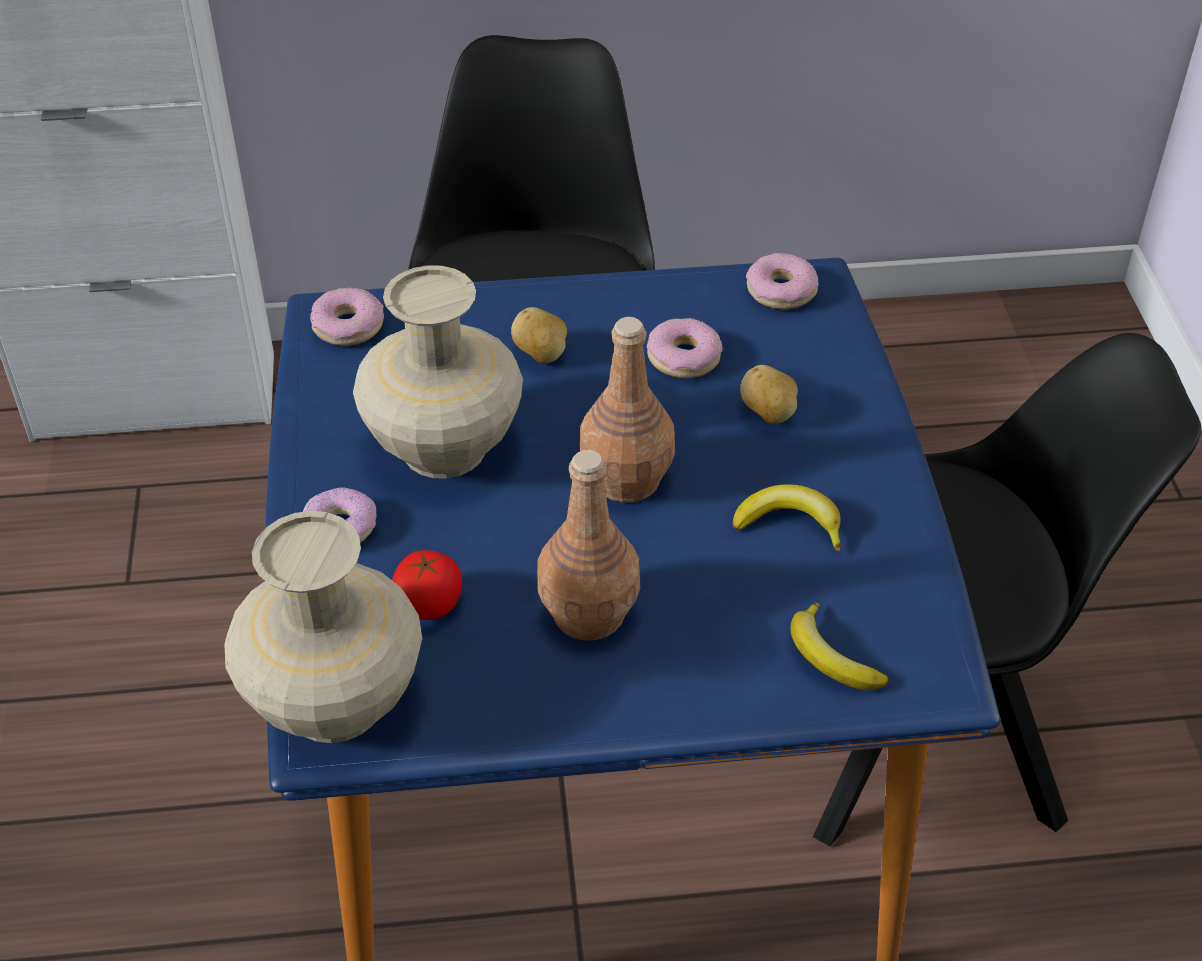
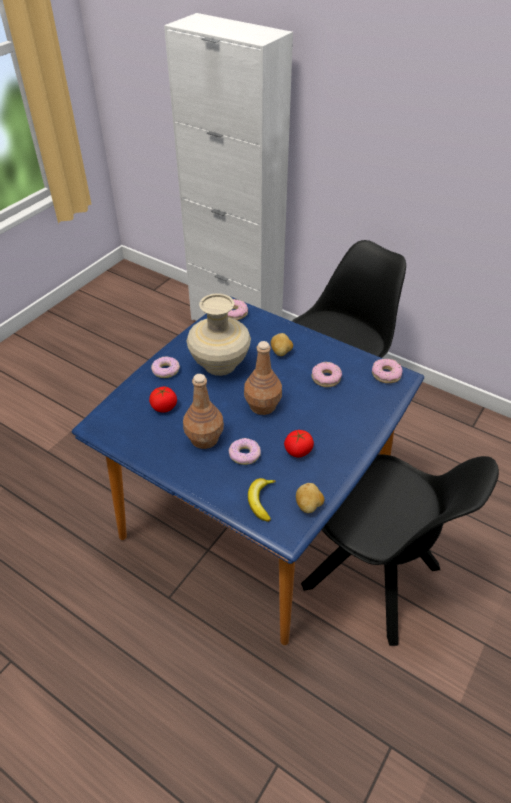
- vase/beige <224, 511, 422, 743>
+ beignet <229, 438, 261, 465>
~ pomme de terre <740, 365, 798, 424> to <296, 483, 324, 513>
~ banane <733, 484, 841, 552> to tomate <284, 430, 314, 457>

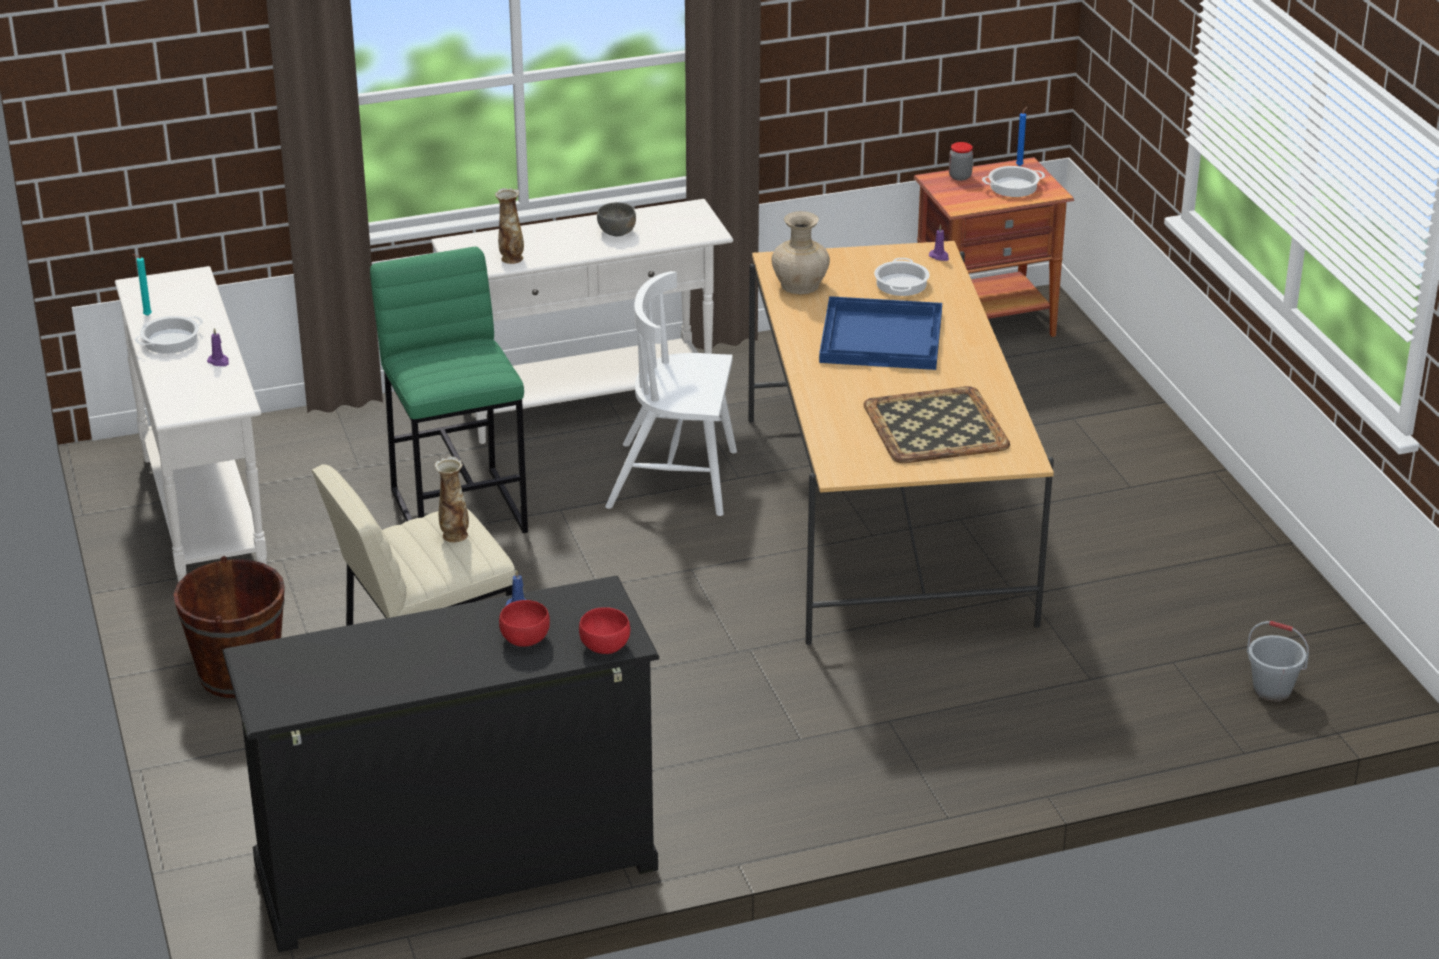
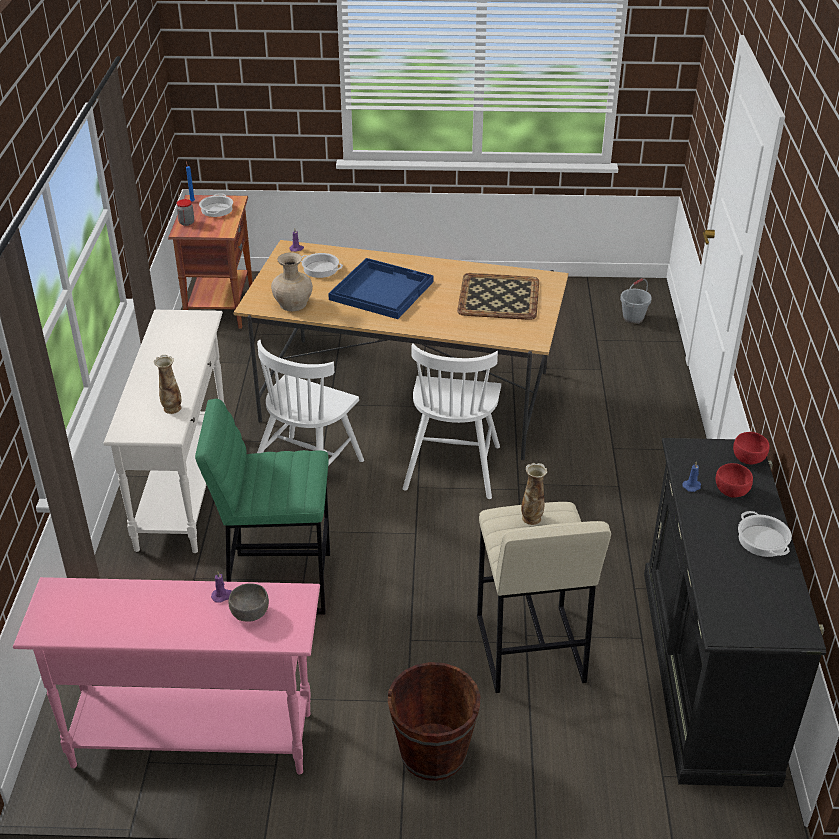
- bougie/turquoise <132, 254, 152, 316>
+ chaise/blanc <403, 343, 501, 499>
~ marmite <135, 316, 203, 354> to <738, 511, 792, 557>
~ bol/gris <597, 202, 636, 237> to <228, 583, 269, 622>
~ table console/blanc <115, 266, 267, 583> to table console/rose <13, 577, 320, 775>

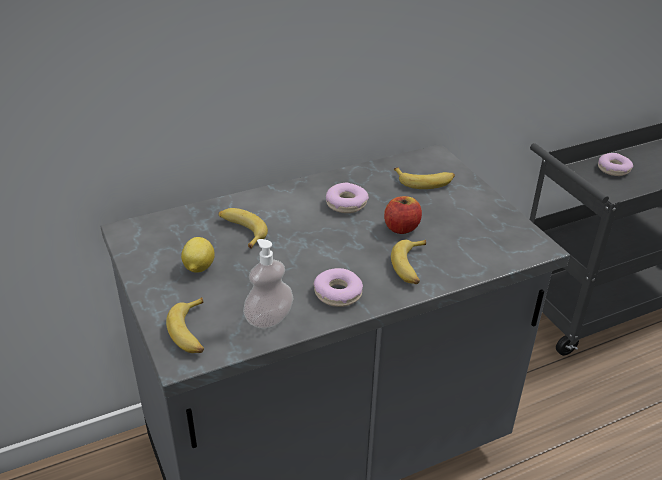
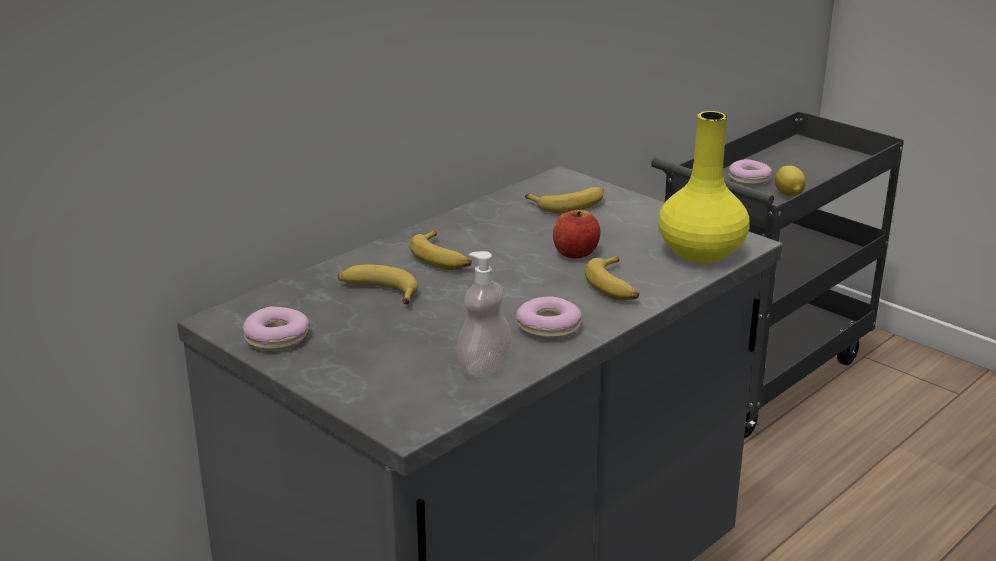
+ vase/jaune <658, 111, 749, 263>
~ banane <166, 297, 204, 353> to <410, 230, 472, 270>
~ citron <181, 237, 215, 273> to <775, 166, 806, 197>
~ beignet <326, 183, 369, 213> to <243, 307, 310, 351>

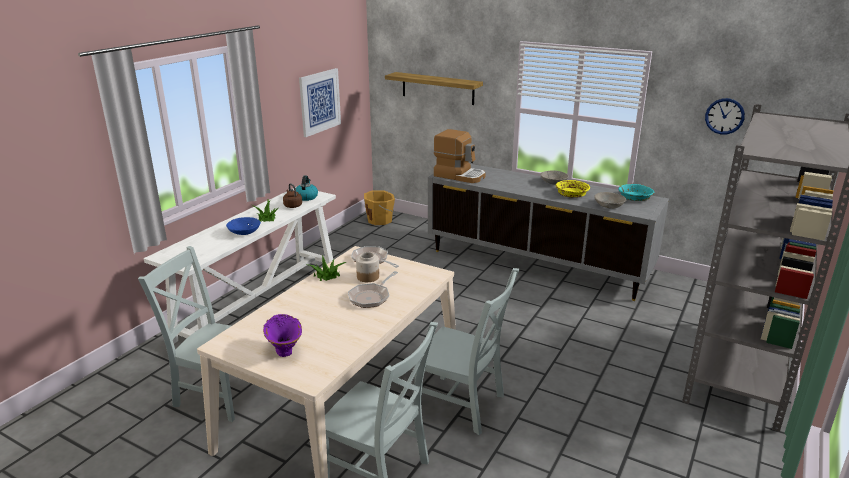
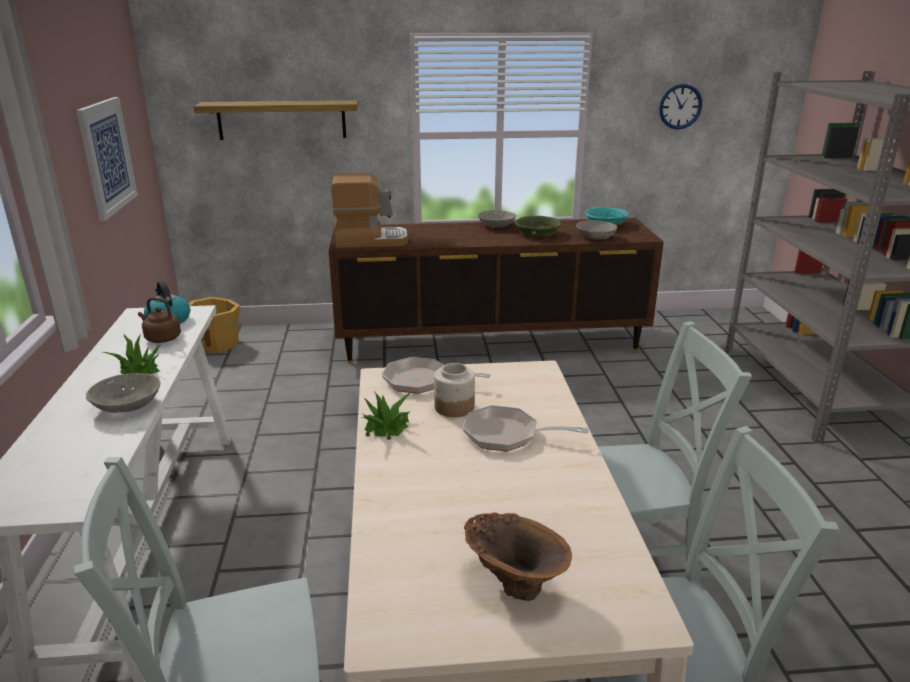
~ bol/bleu <226, 217, 261, 235> to bol/gris <86, 373, 161, 413>
~ vase/violet <263, 314, 302, 357> to vase/marron <464, 512, 572, 601>
~ meuble de rangement/gris <428, 164, 669, 301> to meuble de rangement/marron <329, 218, 664, 364>
~ bol/jaune <556, 180, 590, 198> to bol/vert <515, 216, 561, 237>
~ poêle <348, 271, 398, 308> = <462, 405, 589, 451> 105 degrees clockwise

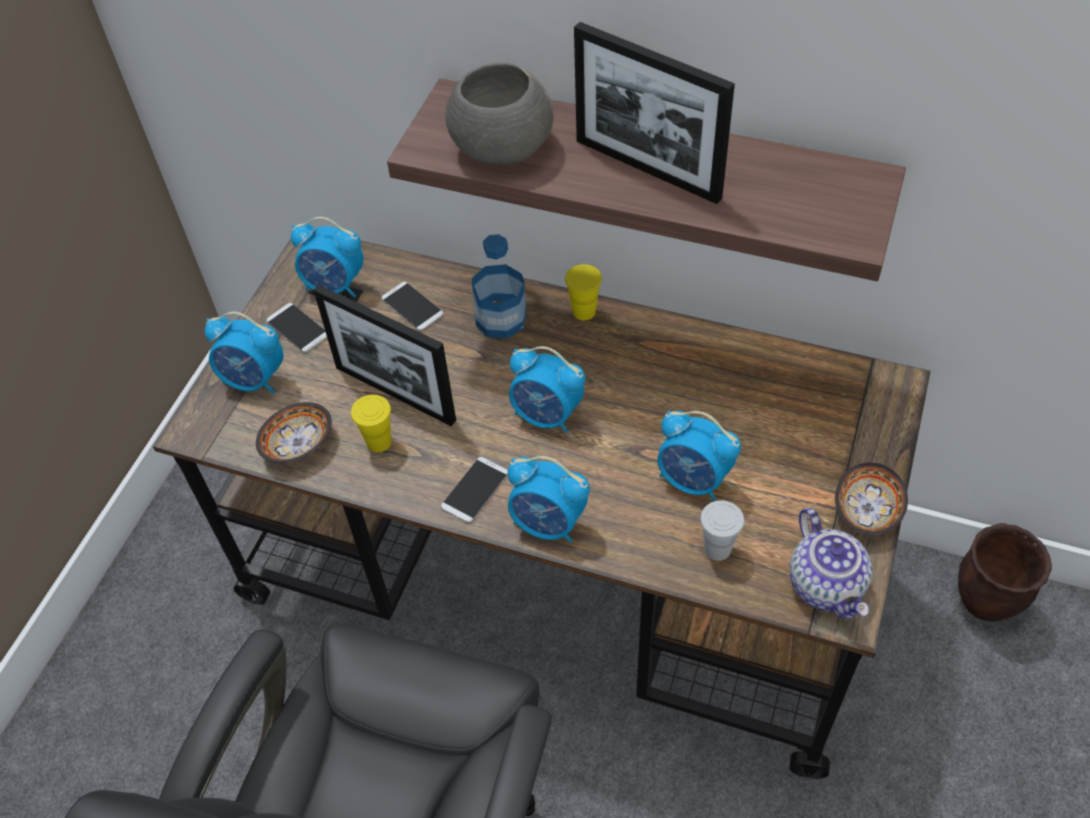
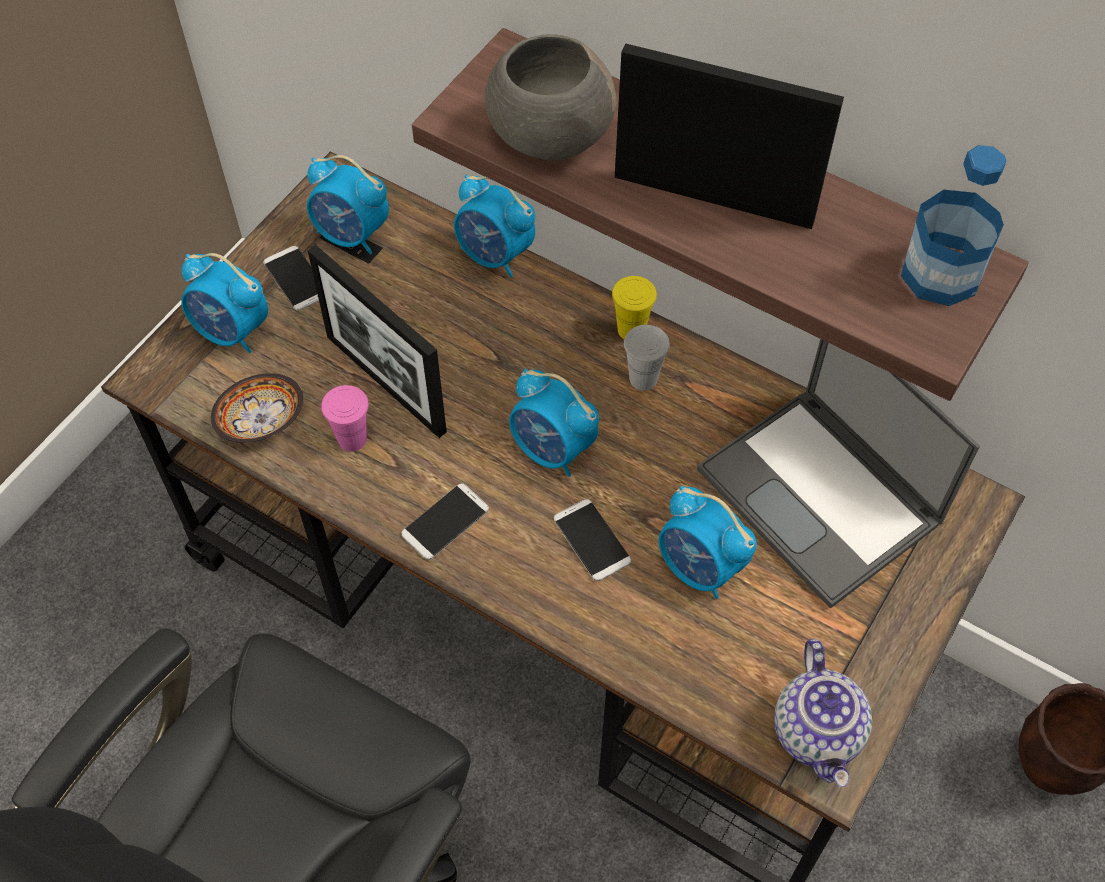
- bol <835, 463, 908, 535>
+ ordinateur portable <697, 339, 980, 609>
~ téléphone <381, 282, 444, 331> to <554, 499, 631, 581>
~ bouteille <472, 234, 526, 338> to <901, 145, 1007, 306>
~ réveil <508, 456, 590, 543> to <454, 175, 535, 277>
~ tasse/blanc <700, 500, 744, 561> to <624, 325, 670, 391>
~ tasse/jaune <351, 395, 391, 452> to tasse/rose <321, 385, 369, 452>
~ cadre photo <574, 22, 735, 204> = <615, 44, 844, 229> 150 degrees clockwise

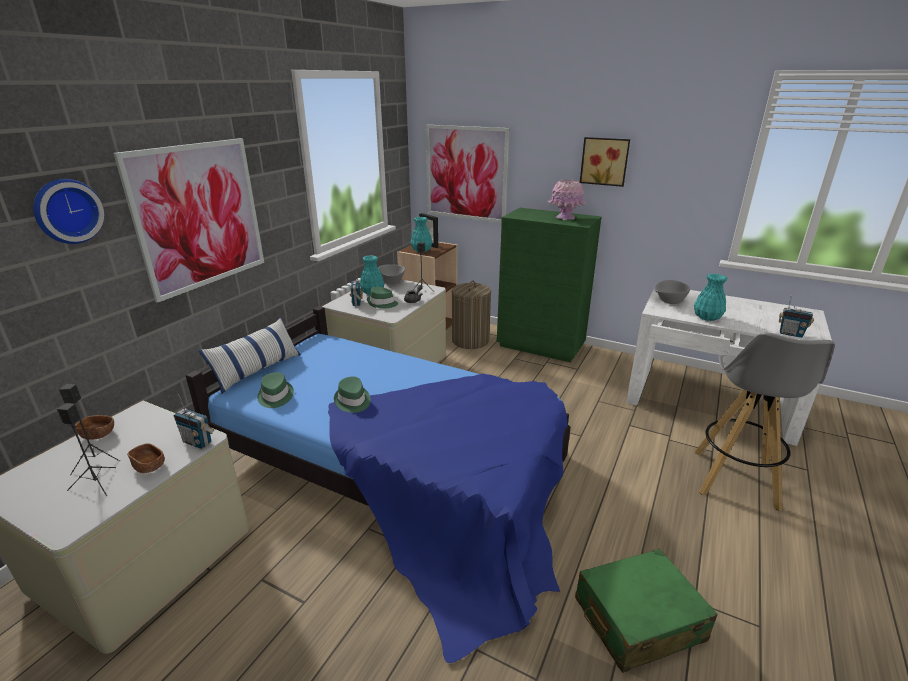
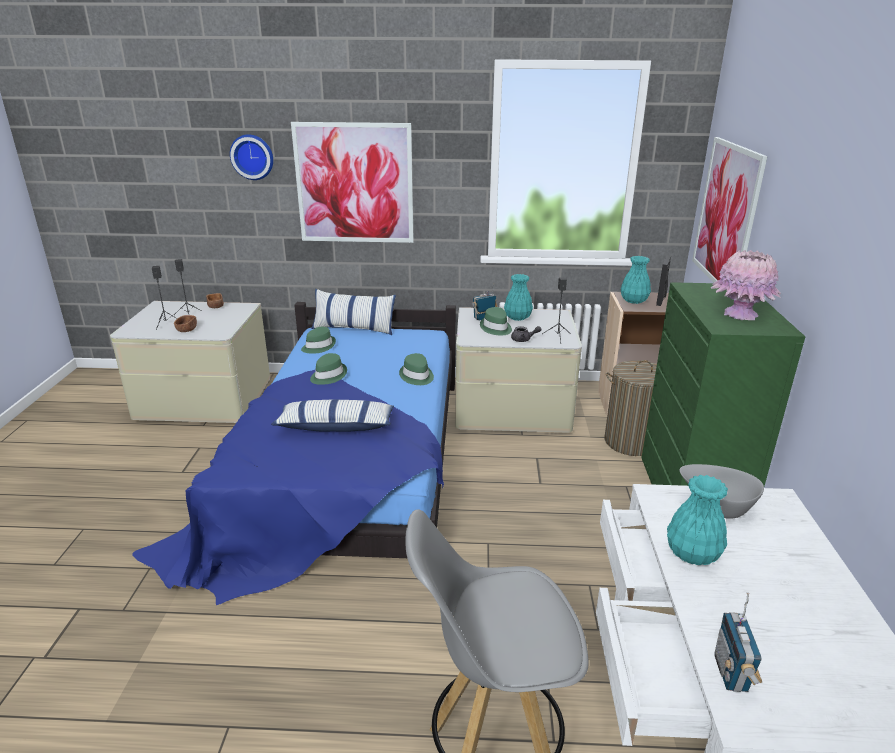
- radio <174, 394, 214, 449>
- bol/gris <378, 264, 405, 284>
- valise/vert <575, 548, 718, 673>
- tableau <580, 137, 630, 187>
+ coussin <271, 400, 394, 432>
+ chapeau/vert <399, 353, 434, 385>

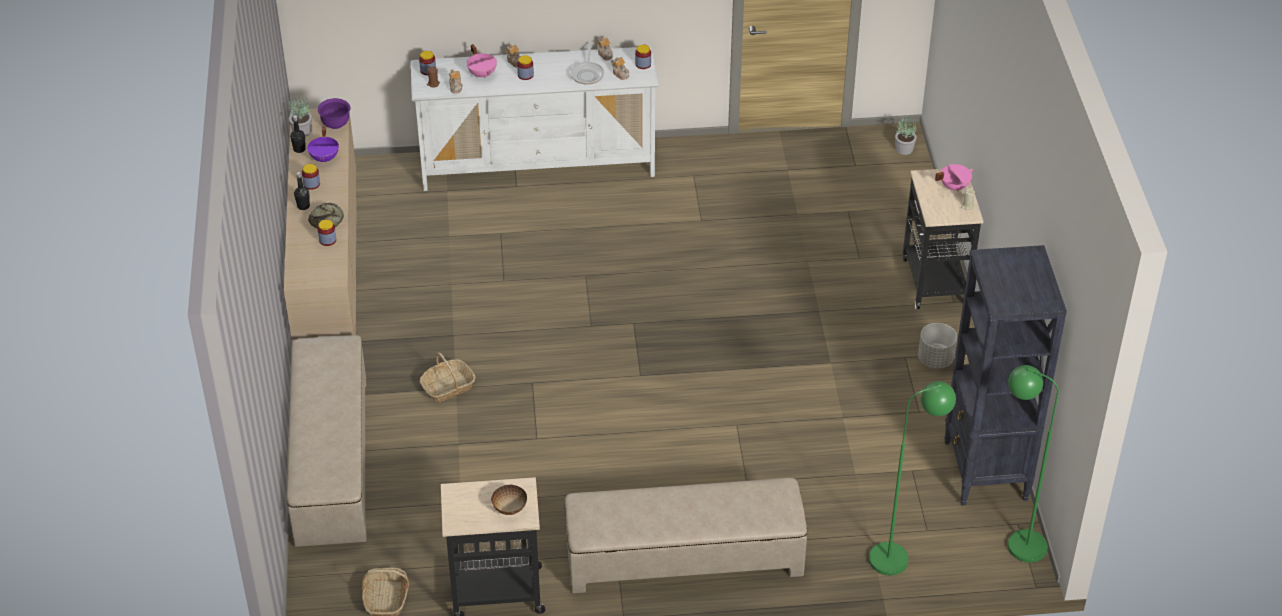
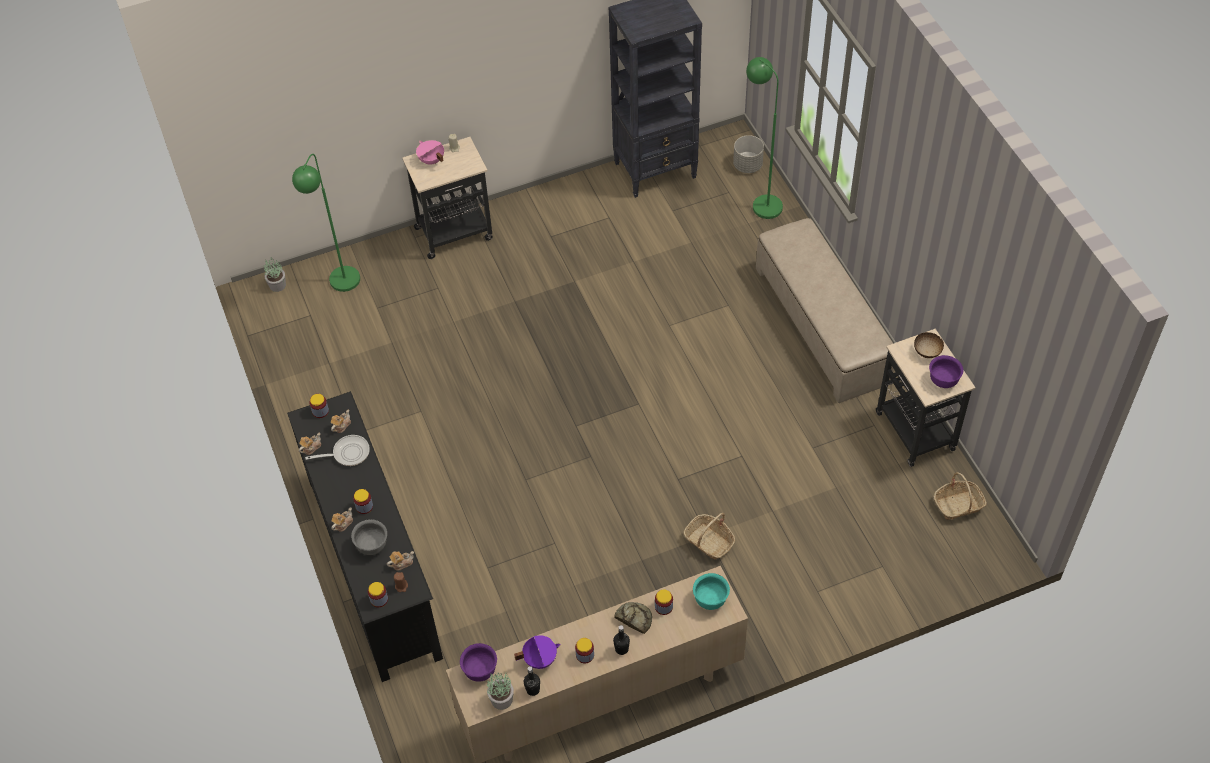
- banc/beige <287, 335, 367, 547>
+ bol/turquoise <693, 573, 730, 610>
+ bol/violet <929, 355, 963, 388>
~ cache-pot/gris <918, 323, 957, 369> to <733, 135, 764, 173>
~ lampadaire/vert <1008, 365, 1059, 563> to <292, 154, 360, 292>
~ marmite/rose <467, 44, 497, 78> to bol/gris <351, 519, 387, 555>
~ commode/blanc <411, 46, 659, 191> to commode/noir <287, 391, 443, 682>

